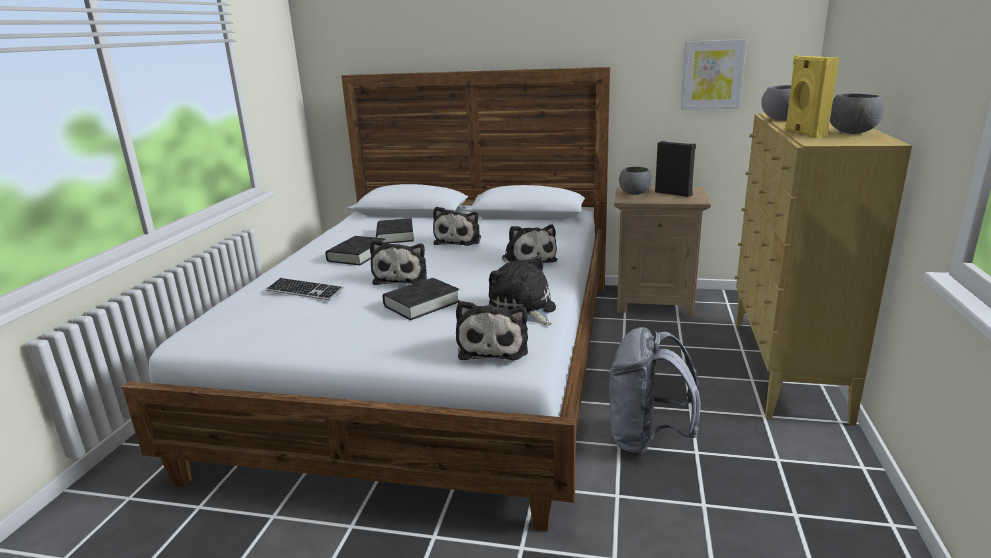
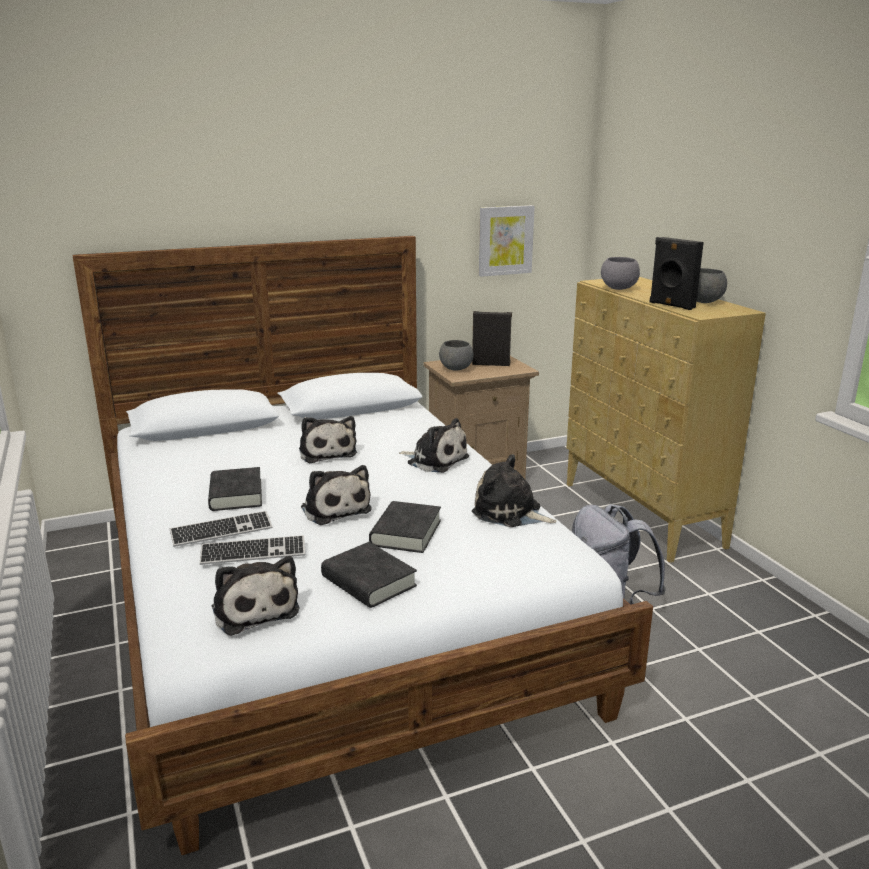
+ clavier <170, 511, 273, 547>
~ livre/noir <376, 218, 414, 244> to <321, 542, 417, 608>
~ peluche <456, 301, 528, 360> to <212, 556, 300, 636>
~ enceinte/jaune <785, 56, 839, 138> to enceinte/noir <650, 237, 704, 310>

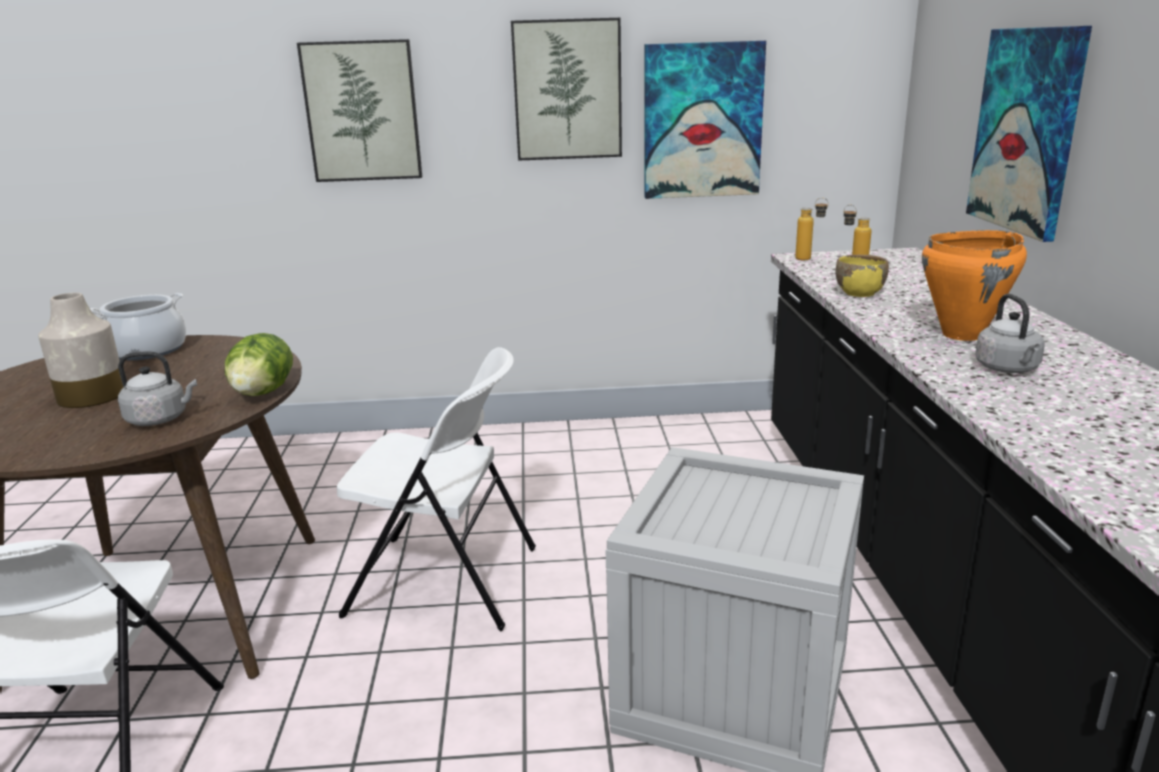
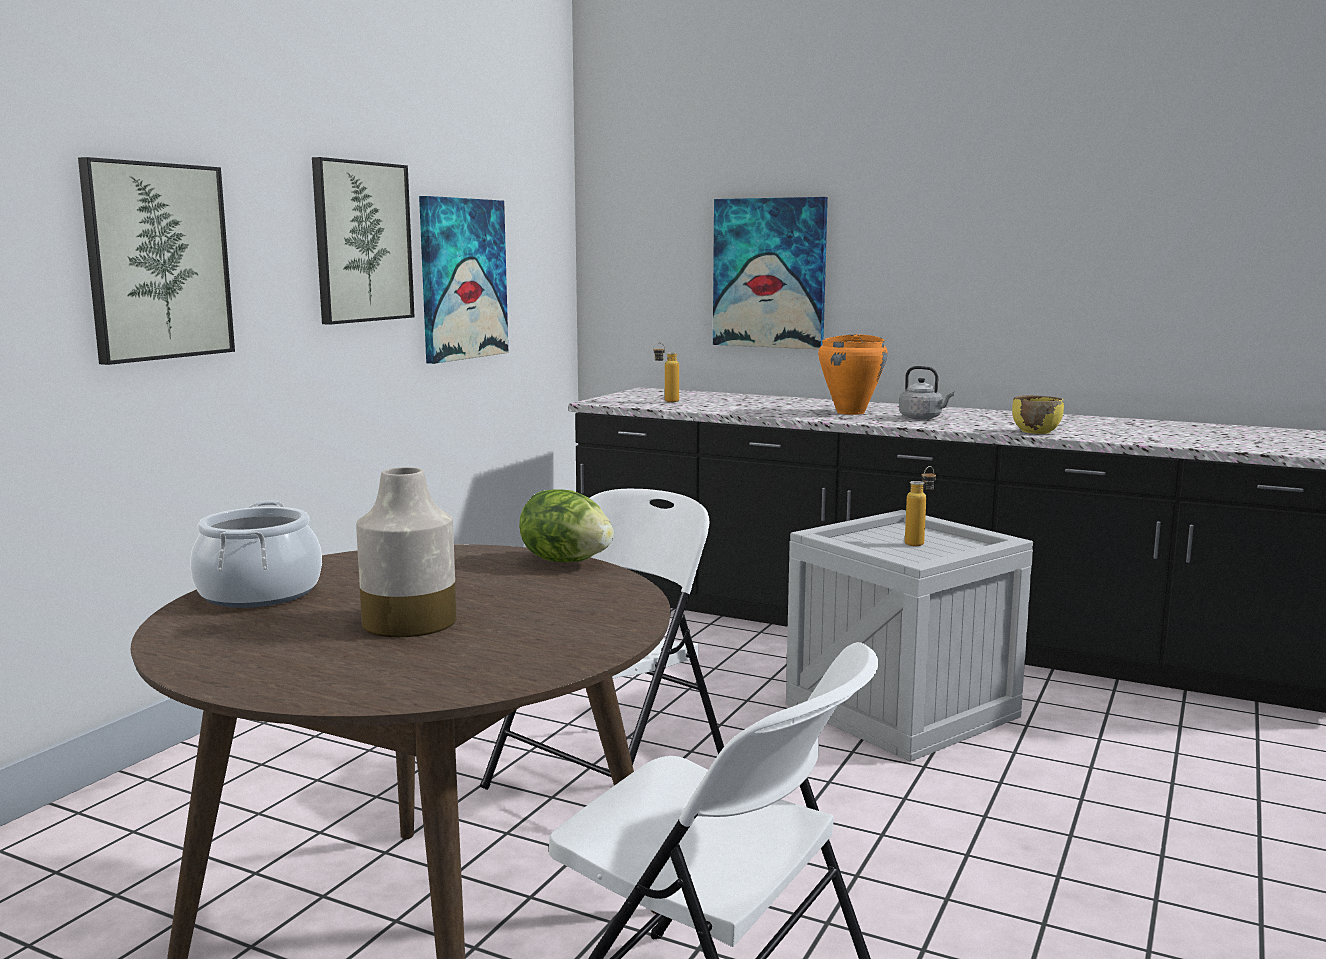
- bouilloire/gris <118, 351, 197, 426>
~ bouteille <795, 197, 829, 260> to <905, 466, 936, 546>
~ bol/jaune <836, 255, 889, 297> to <1012, 395, 1064, 434>

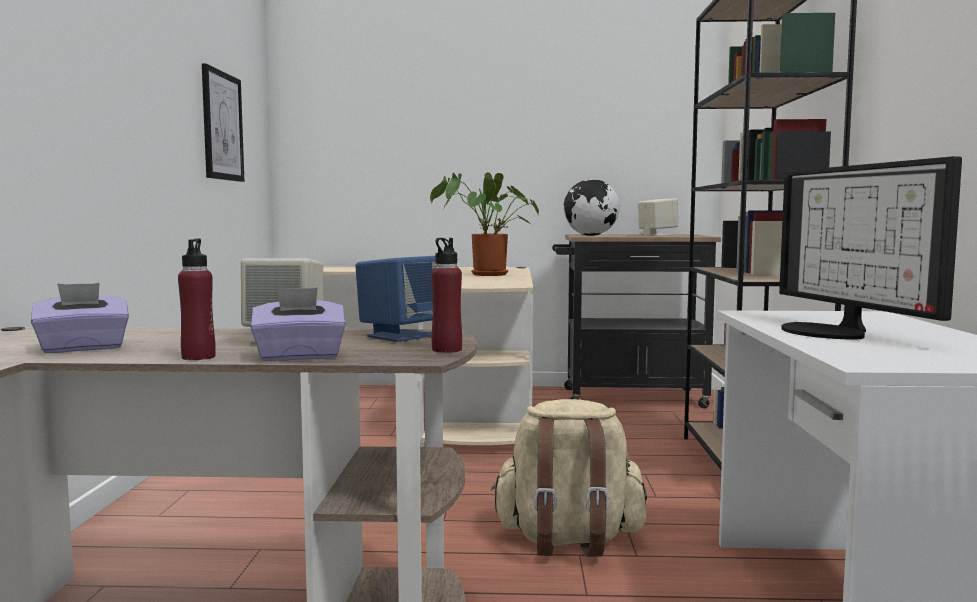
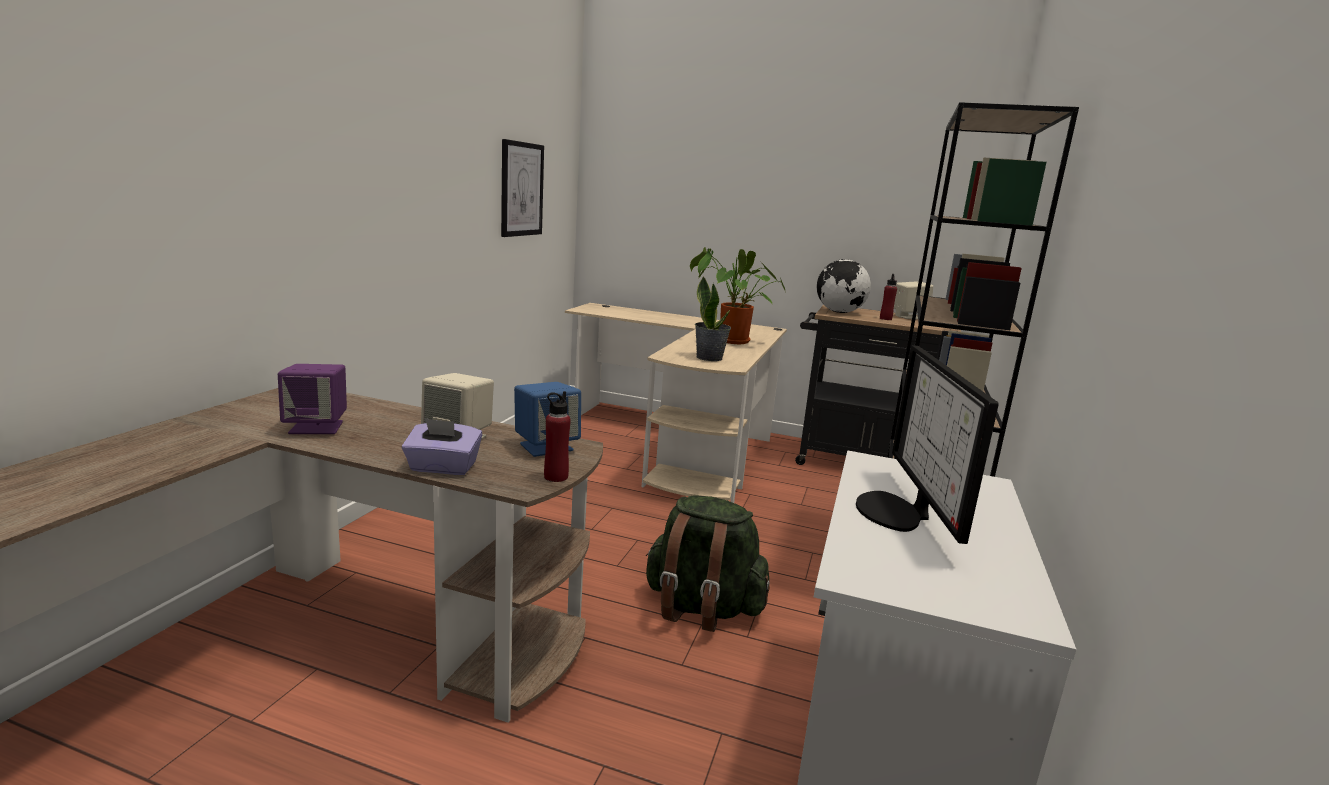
+ plante en pot <695, 277, 731, 361>
~ bouteille/rouge <178, 238, 216, 360> to <880, 274, 897, 320>
~ boîte à mouchoirs/violet <31, 283, 129, 353> to enceinte/violet <278, 364, 347, 434>
~ sac à dos/beige <491, 399, 647, 557> to sac à dos/vert <646, 495, 770, 632>

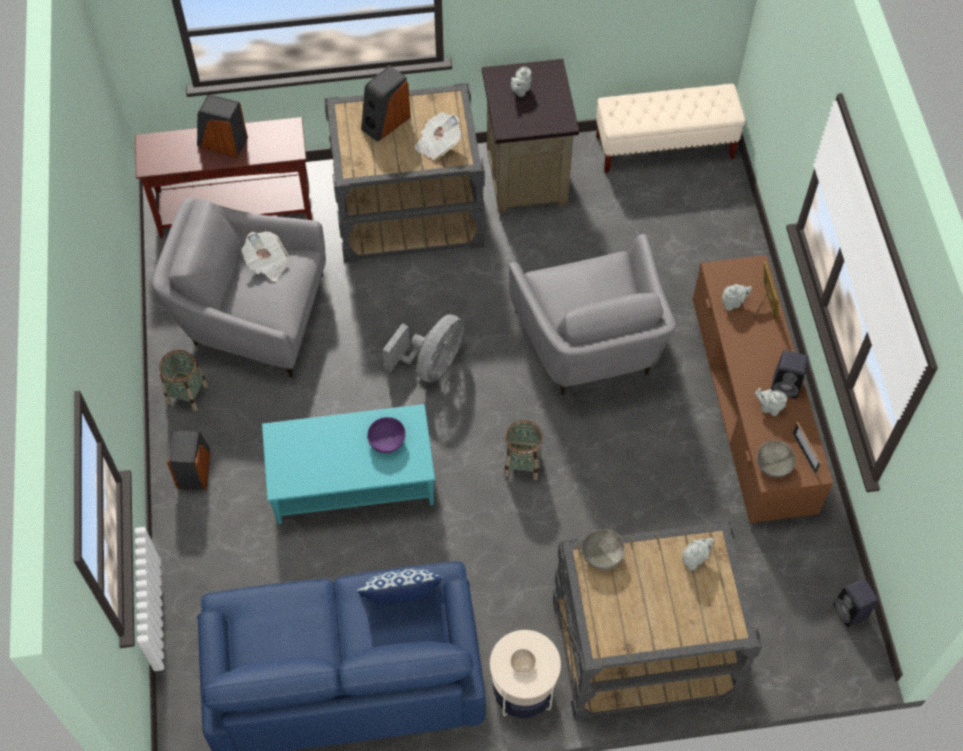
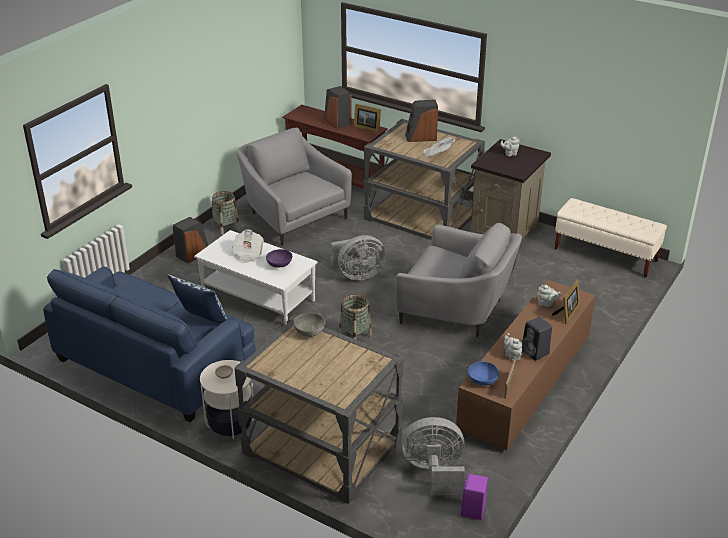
- théière/gris <682, 538, 714, 570>
+ cadre photo <354, 104, 381, 133>
+ ventilateur/gris <401, 417, 465, 495>
~ journal <242, 231, 290, 281> to <232, 230, 264, 263>
~ table basse/turquoise <262, 404, 435, 524> to table basse/blanc <194, 230, 318, 325>
~ bol/gris <757, 441, 796, 478> to bol/bleu <468, 361, 499, 386>
~ enceinte/noir <833, 578, 878, 627> to enceinte/violet <461, 474, 488, 520>
~ fauteuil/gris <509, 234, 676, 395> = <396, 223, 522, 337> 90 degrees counterclockwise

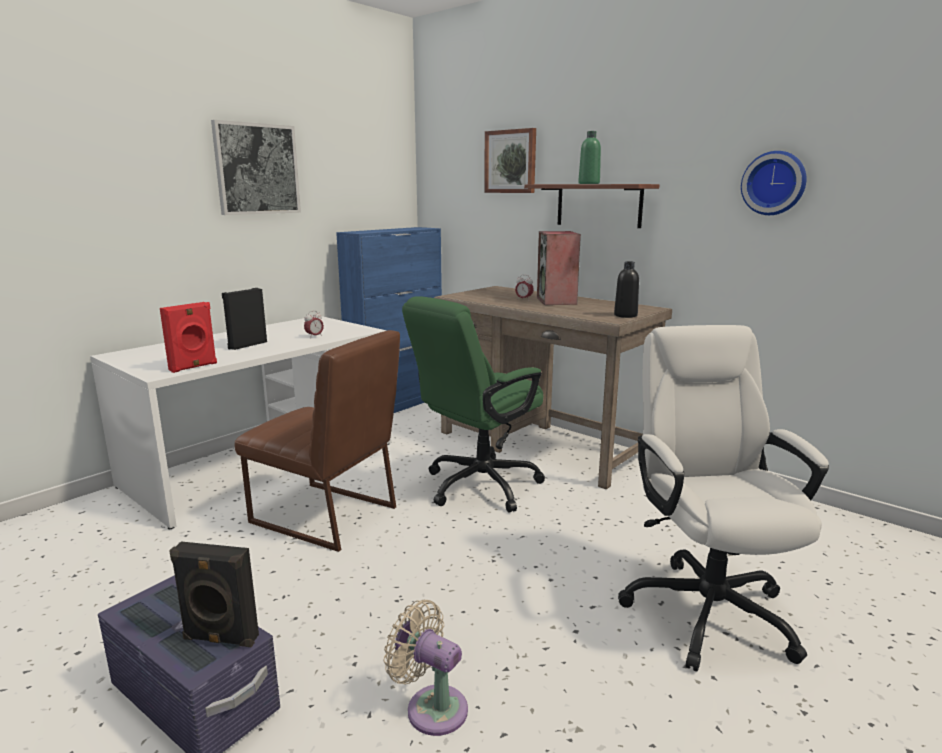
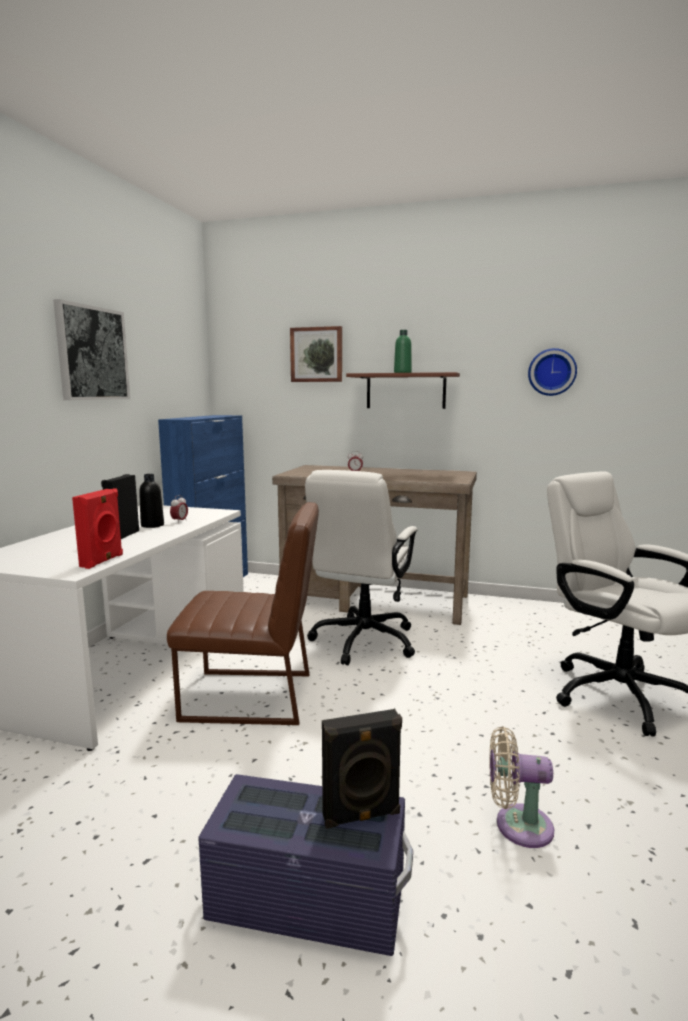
- enceinte <537, 231, 581, 305>
~ bouteille/noir <614, 261, 639, 318> to <139, 474, 164, 528>
~ chaise de bureau/vert <402, 296, 545, 512> to chaise de bureau/blanc <305, 470, 417, 665>

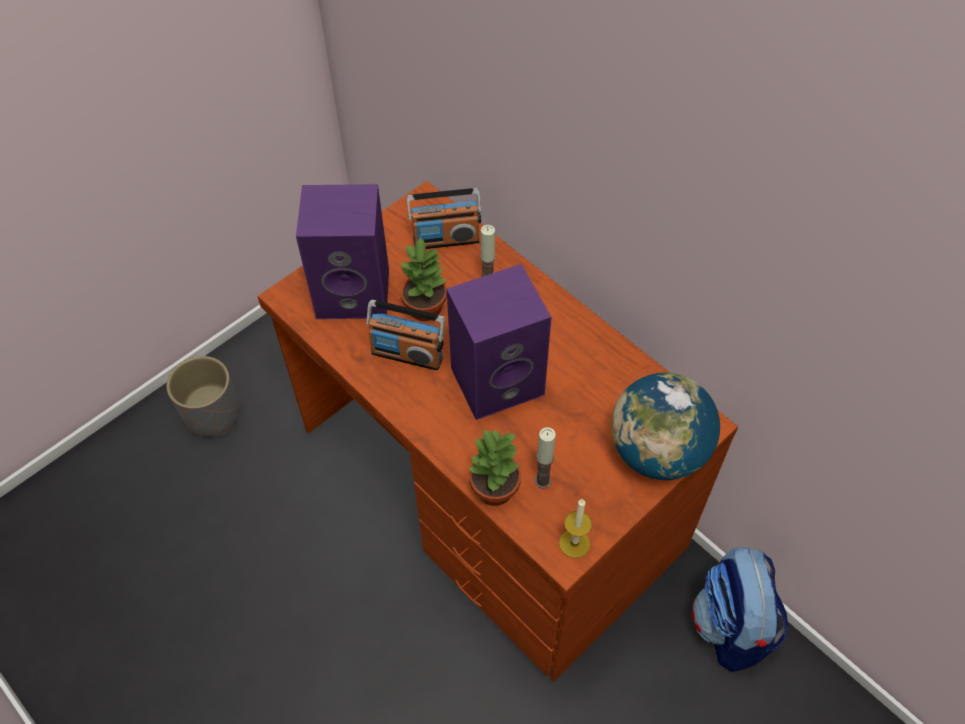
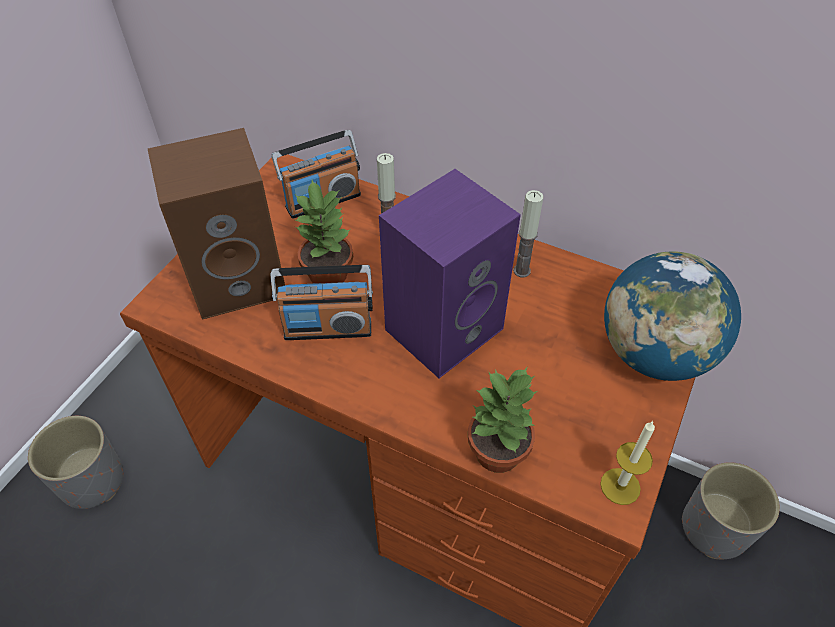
~ bougie <535, 427, 556, 489> to <513, 190, 543, 278>
~ sac à dos <692, 547, 788, 672> to cache-pot/gris <682, 462, 780, 559>
~ enceinte/violet <296, 184, 389, 319> to enceinte/marron <148, 128, 285, 320>

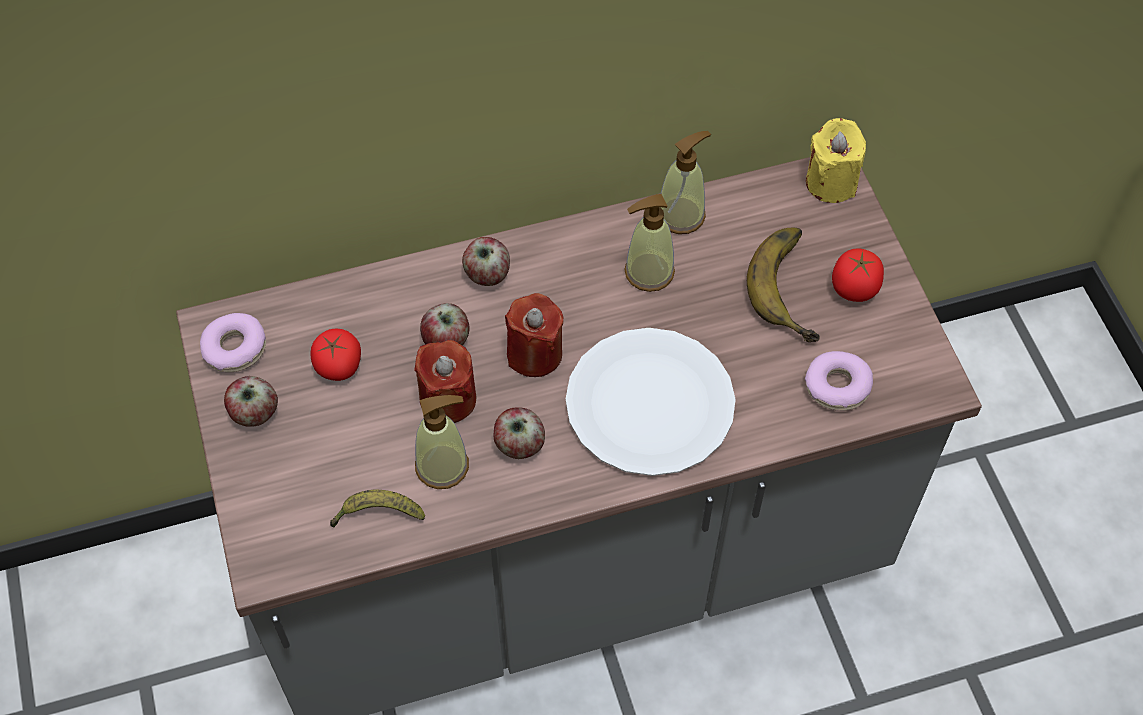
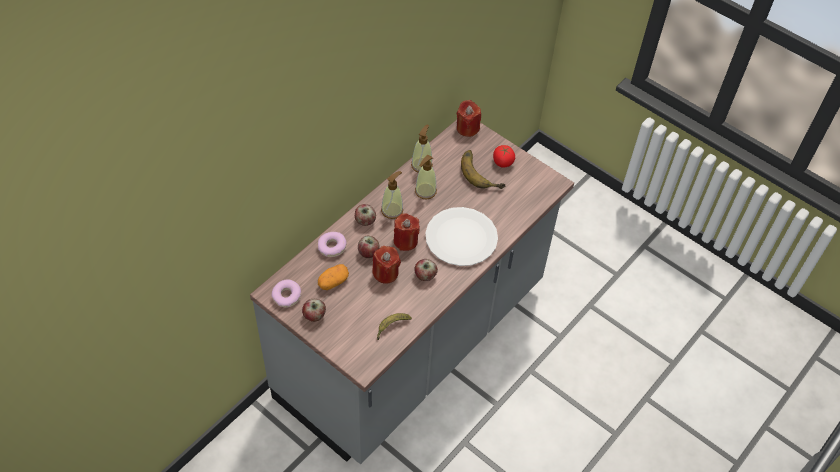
~ distributeur de savon <415, 395, 469, 489> to <381, 171, 403, 219>
~ beignet <805, 351, 873, 411> to <318, 232, 347, 257>
~ tomate <310, 329, 361, 381> to pomme de terre <318, 264, 349, 290>
~ bougie/jaune <806, 118, 866, 203> to bougie/rouge <457, 100, 481, 137>

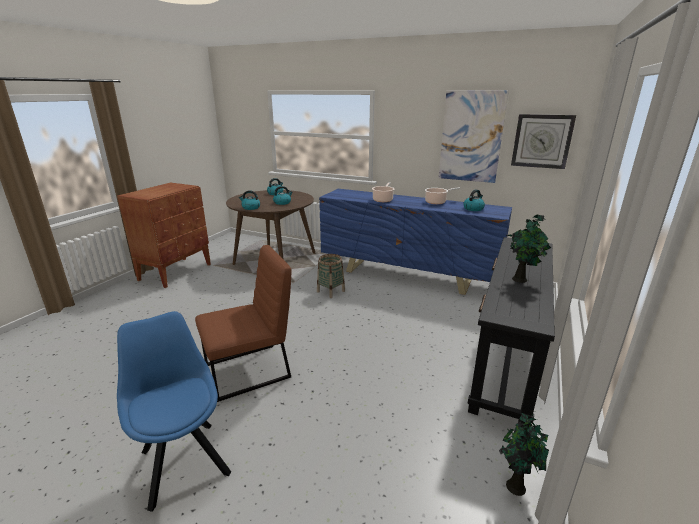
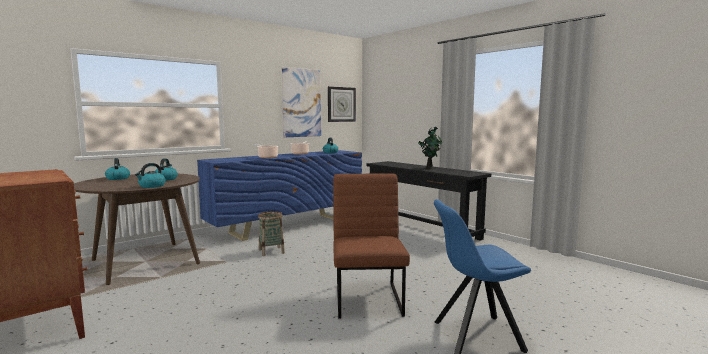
- plante en pot <499, 412, 549, 496>

